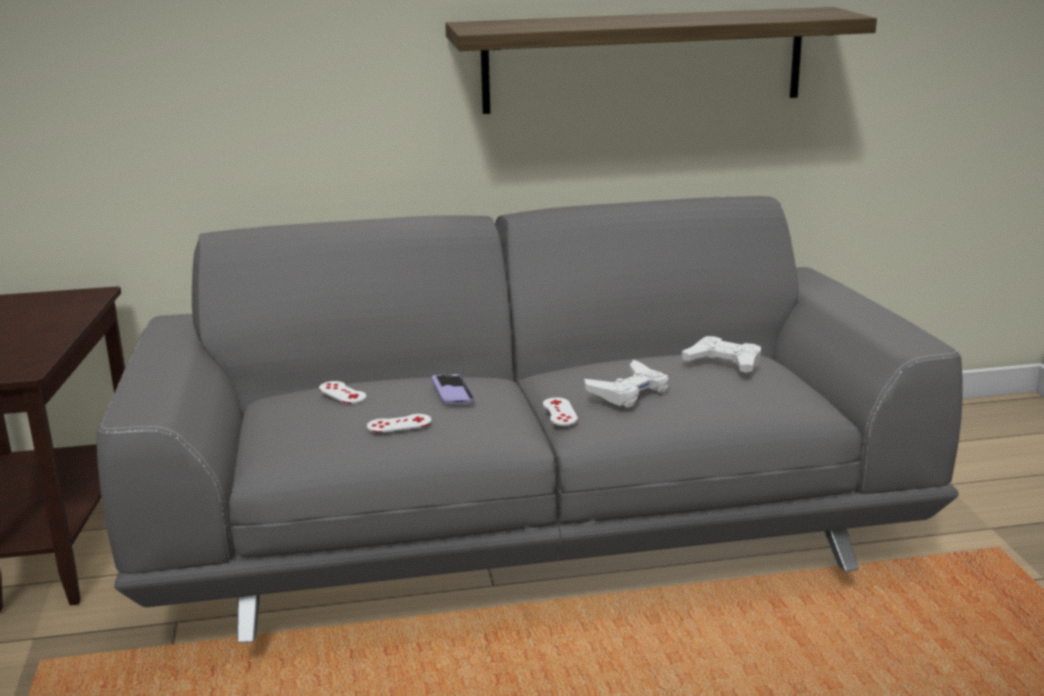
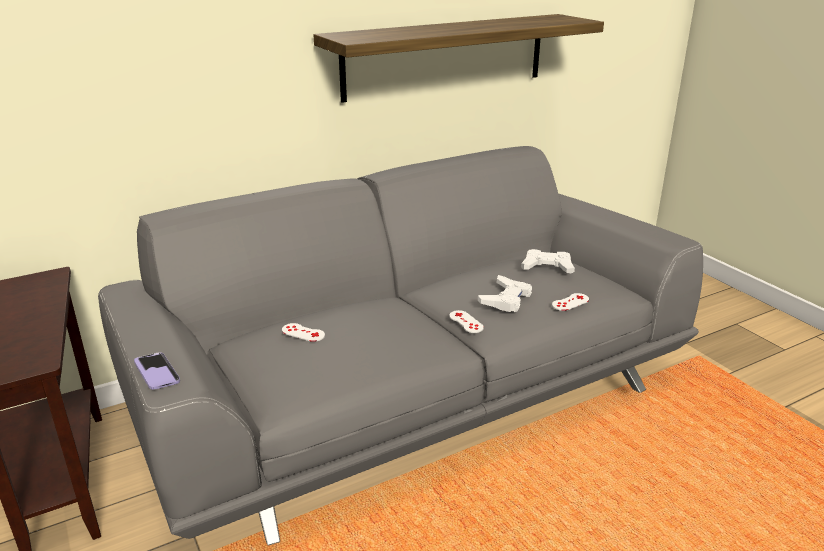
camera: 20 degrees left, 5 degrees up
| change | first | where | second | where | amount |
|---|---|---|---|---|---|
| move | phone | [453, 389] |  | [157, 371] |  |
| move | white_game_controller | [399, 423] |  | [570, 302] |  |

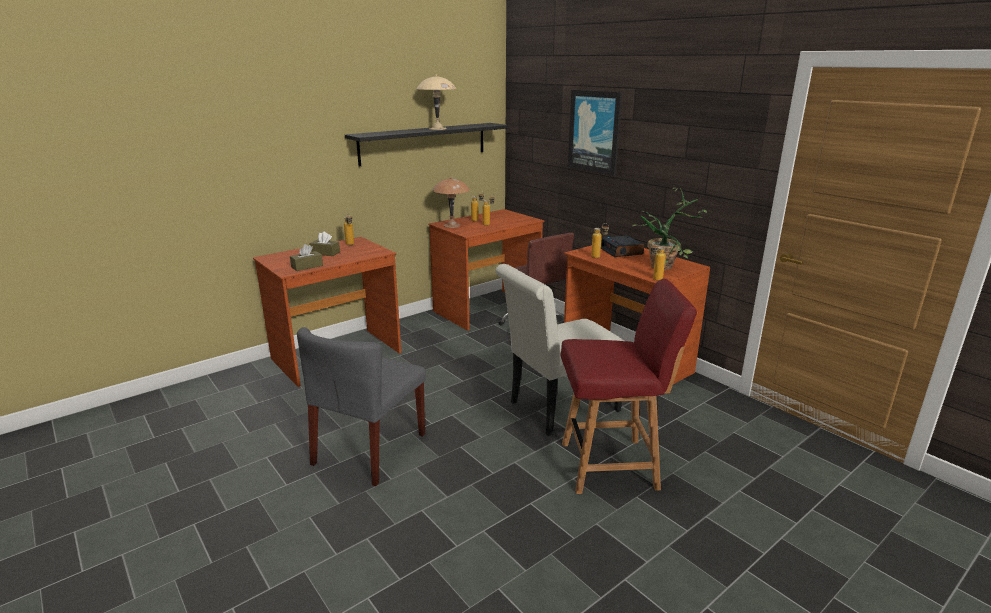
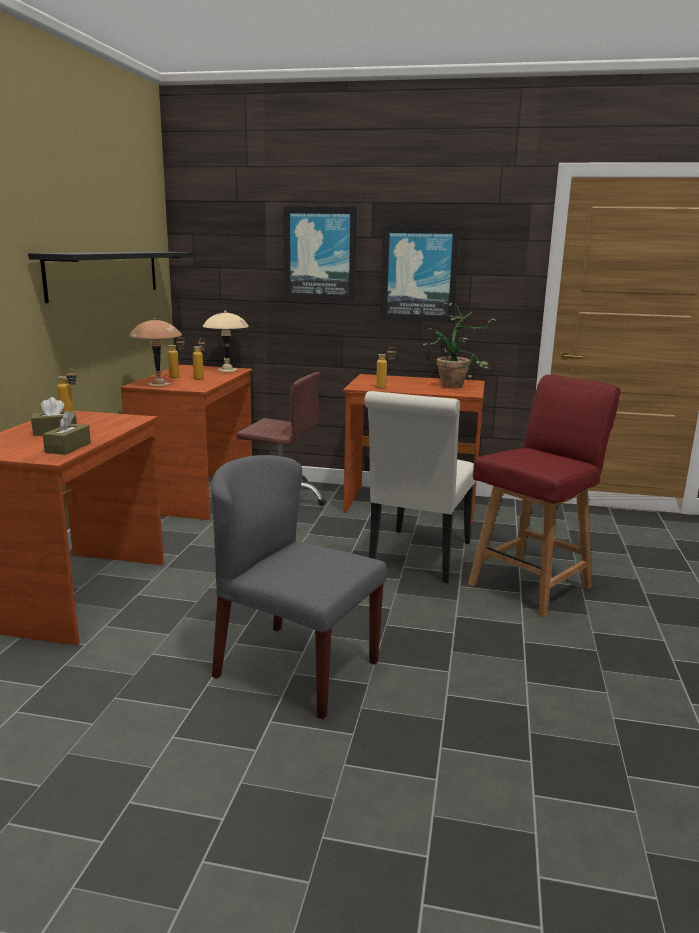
camera: 40 degrees left, 5 degrees down
| change | first | where | second | where | amount |
|---|---|---|---|---|---|
| move | beige_table_lamp | [436, 102] |  | [226, 341] |  |
| delete | alarm_clock | [622, 246] |  |  |  |
| delete | bottle | [658, 261] |  |  |  |
| rotate | grey_chair | [361, 406] |  | [299, 587] | 135 degrees clockwise |
| insert |  |  | picture | [420, 274] |  |

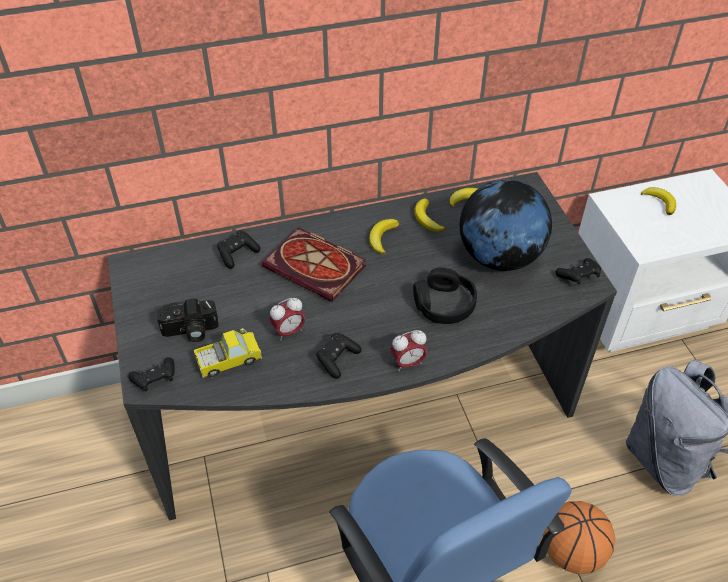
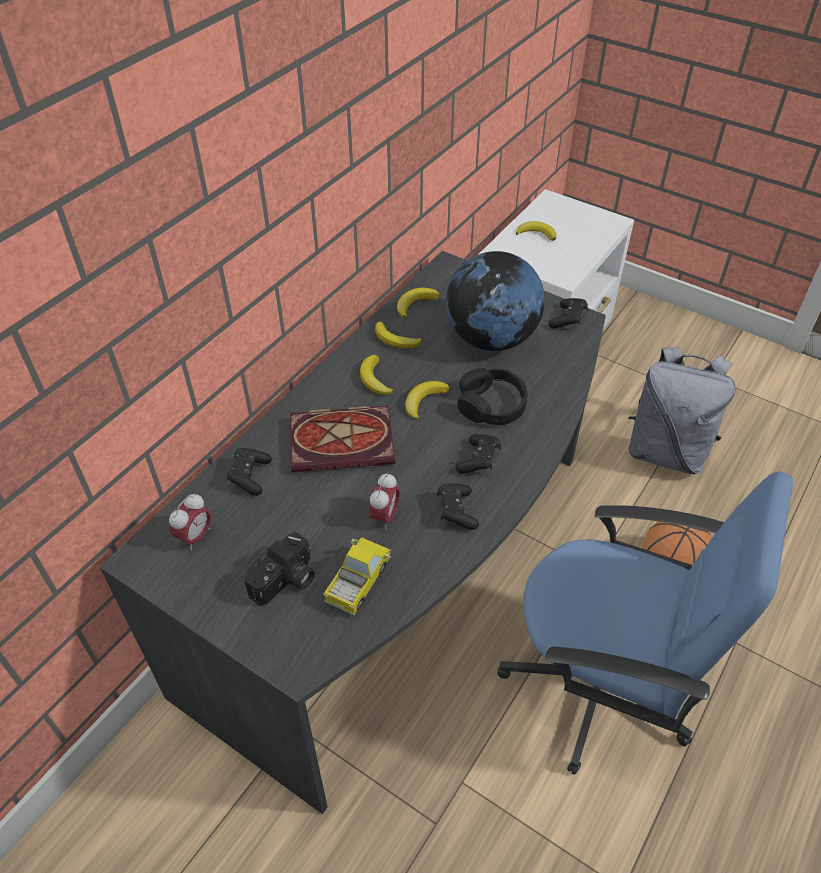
camera: 40 degrees left, 0 degrees up
| change | first | where | second | where | amount |
|---|---|---|---|---|---|
| move | alarm_clock | [409, 350] |  | [190, 521] |  |
| move | black_game_controller | [151, 374] |  | [478, 454] |  |
| insert |  |  | banana | [427, 401] |  |

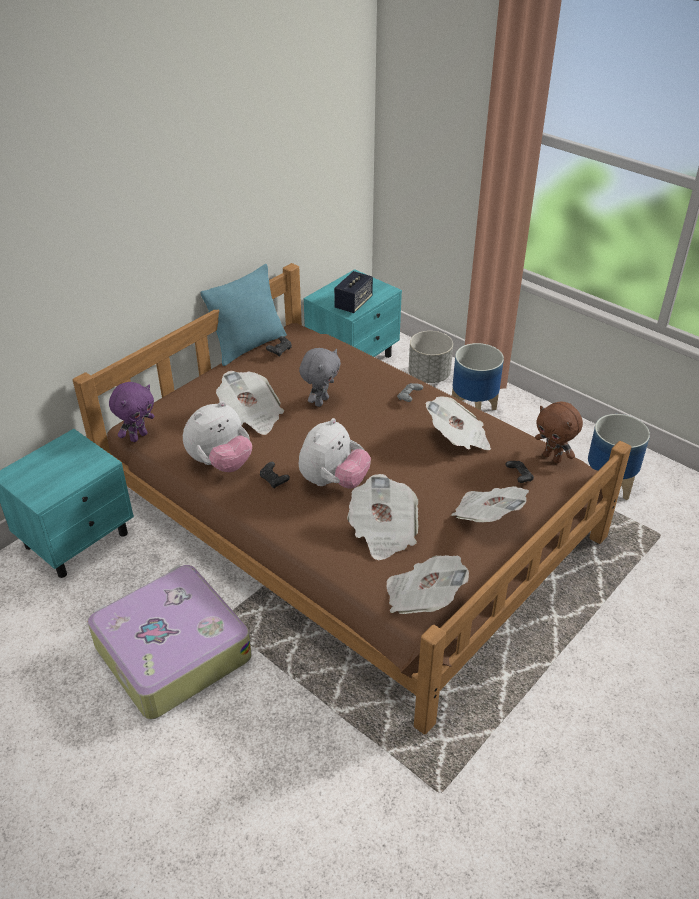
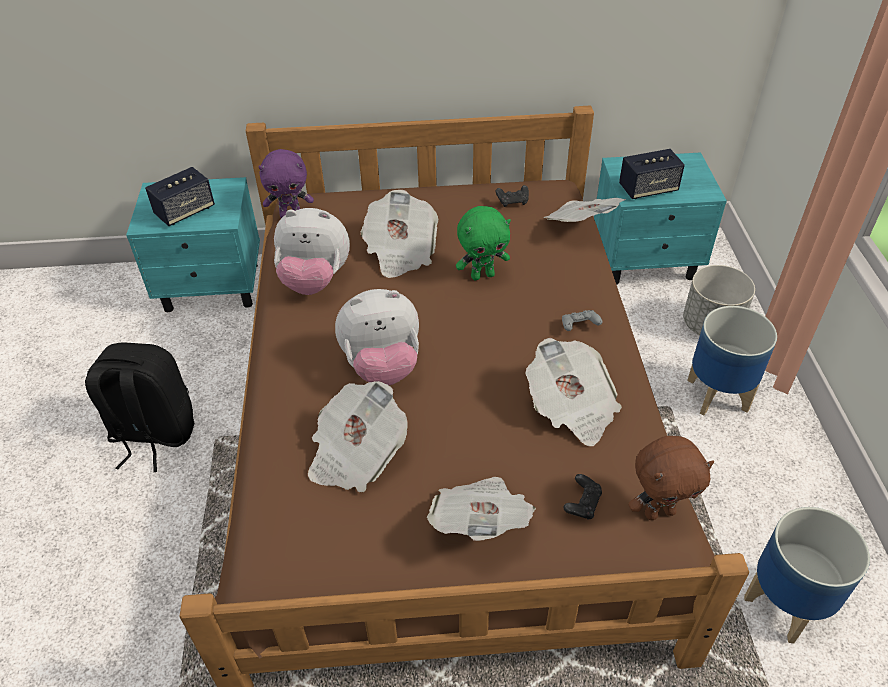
camera: 45 degrees right, 5 degrees up
| change | first | where | second | where | amount |
|---|---|---|---|---|---|
| delete | turquoise_pillow | [244, 315] |  |  |  |
| recolor | grey_plush_toy | [320, 377] | green_plush_toy | [483, 243] |  |
| rotate | brown_plush_toy | [559, 432] |  | [671, 478] | 105 degrees counterclockwise |
| delete | black_game_controller | [275, 475] |  |  |  |
| move | newspaper | [427, 584] |  | [584, 210] |  |
| replace | suitcase | [169, 642] | black_backpack | [140, 407] |  |
| insert |  |  | speaker | [180, 196] |  |

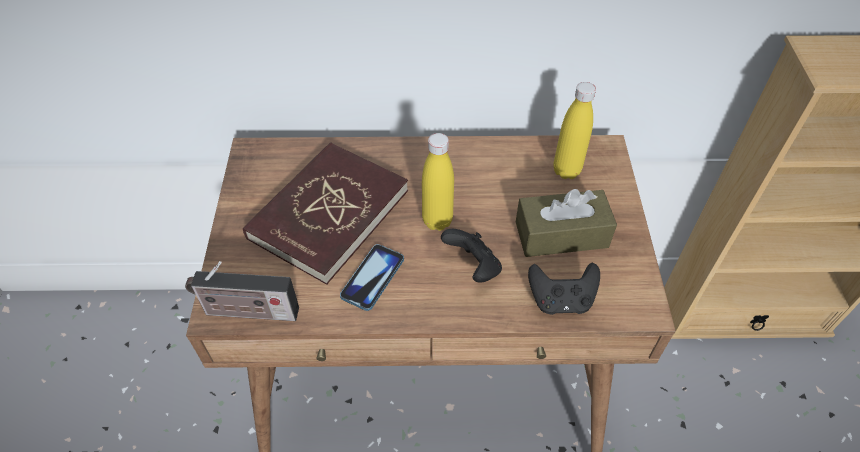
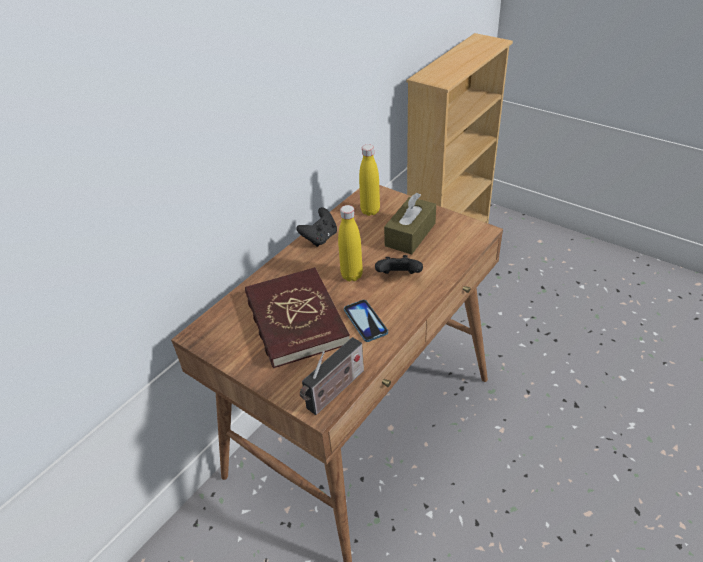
camera: 50 degrees left, 10 degrees down
| change | first | where | second | where | amount |
|---|---|---|---|---|---|
| move | black_game_controller | [564, 289] |  | [316, 227] |  |

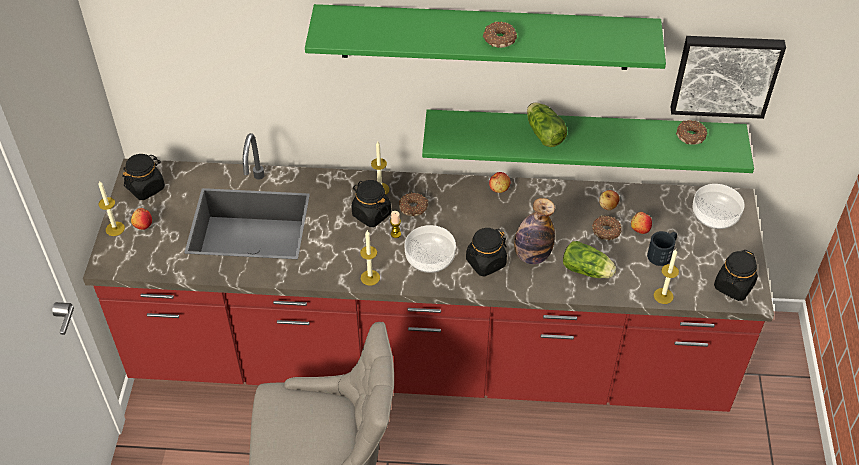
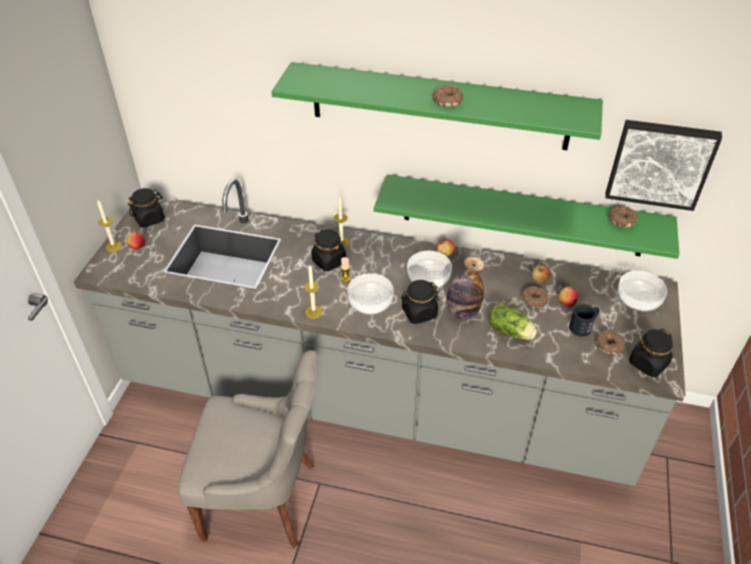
camera: 10 degrees right, 5 degrees down
| change | first | where | second | where | amount |
|---|---|---|---|---|---|
| delete | lettuce | [547, 124] |  |  |  |
| recolor | red_counter | [428, 272] | grey_counter | [380, 332] |  |
| move | donut | [413, 204] |  | [610, 342] |  |
| delete | candle | [666, 276] |  |  |  |
| insert |  |  | bowl | [429, 270] |  |

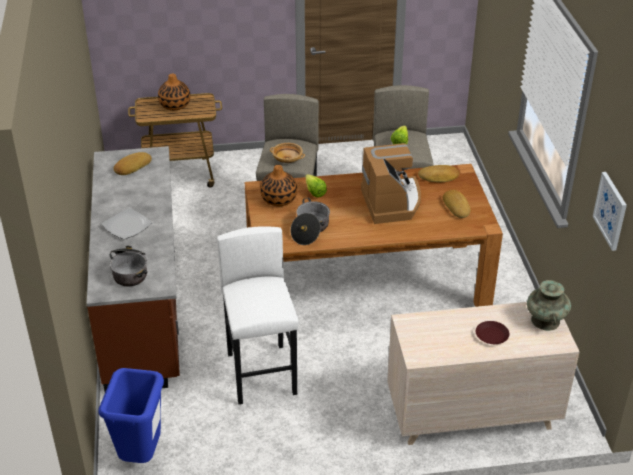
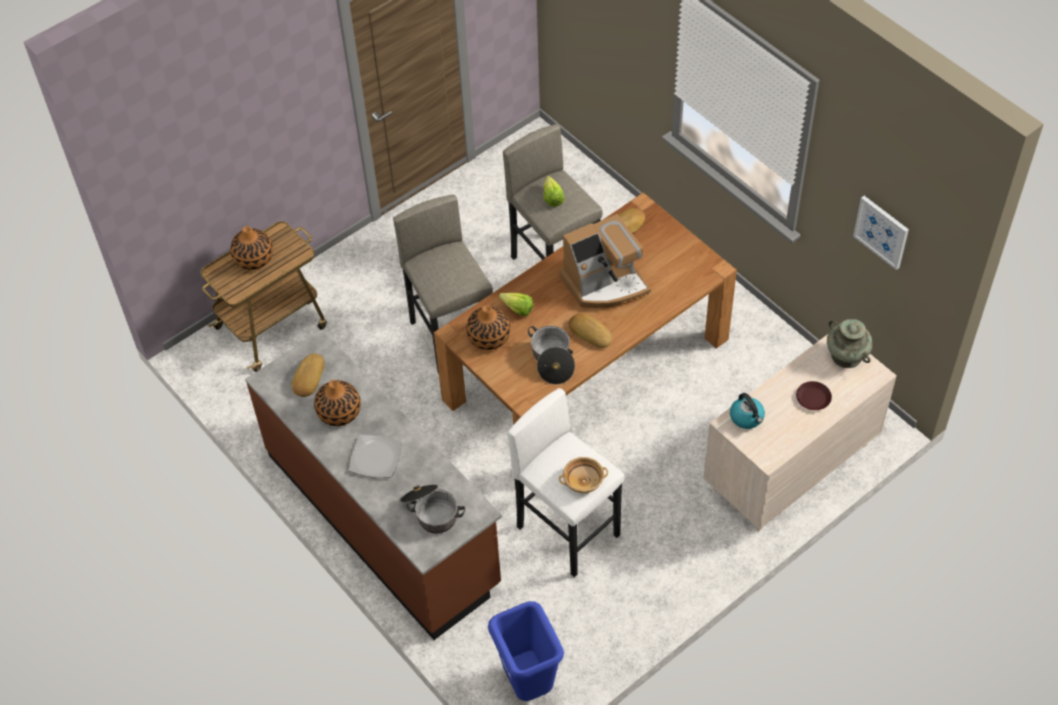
camera: 30 degrees left, 15 degrees up
| change | first | where | second | where | amount |
|---|---|---|---|---|---|
| move | beige_bowl | [287, 153] |  | [583, 475] |  |
| rotate | coffee_machine | [391, 183] |  | [605, 261] | 105 degrees clockwise |
| move | bread | [457, 204] |  | [590, 330] |  |
| insert |  |  | vase | [337, 403] |  |
| insert |  |  | kettle | [747, 411] |  |

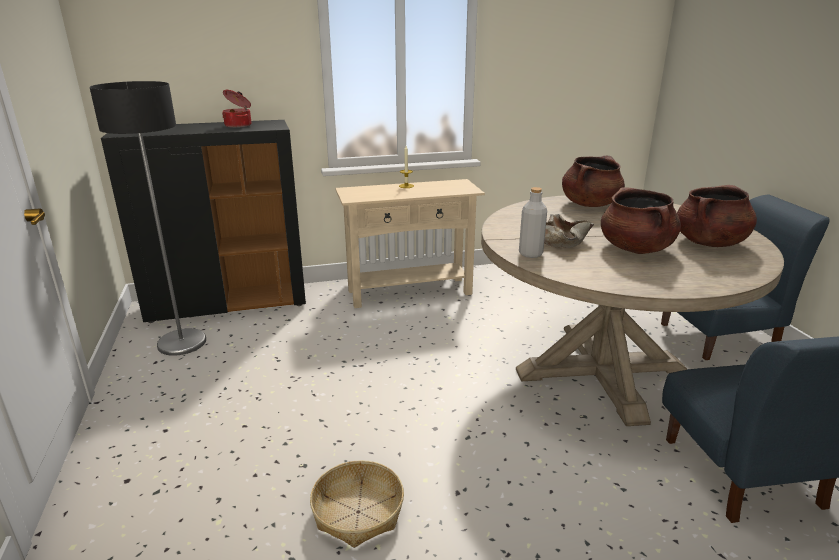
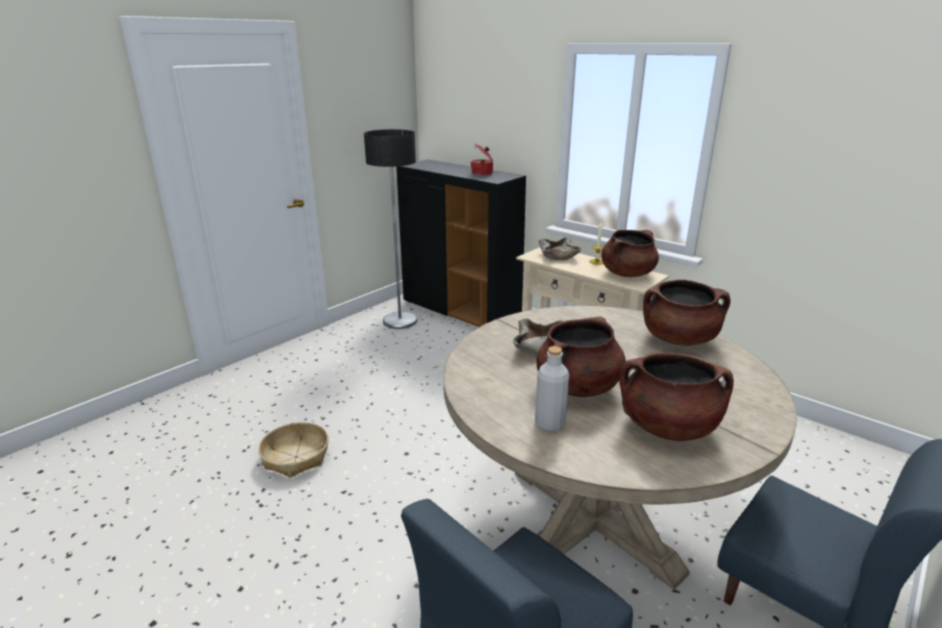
camera: 55 degrees right, 0 degrees up
| change | first | where | second | where | amount |
|---|---|---|---|---|---|
| move | grey_bottle | [533, 222] |  | [552, 389] |  |
| insert |  |  | brown_cooking_pot | [630, 253] |  |
| insert |  |  | beige_bowl | [560, 249] |  |

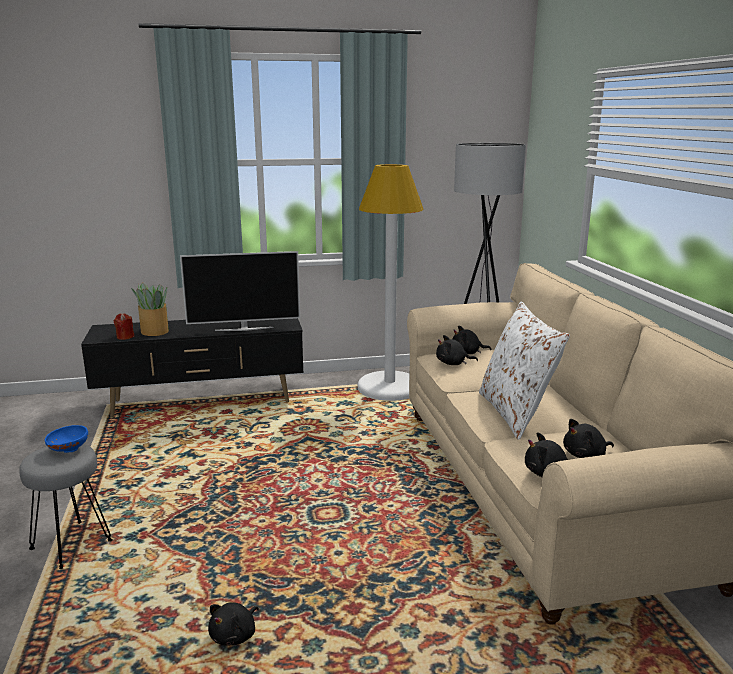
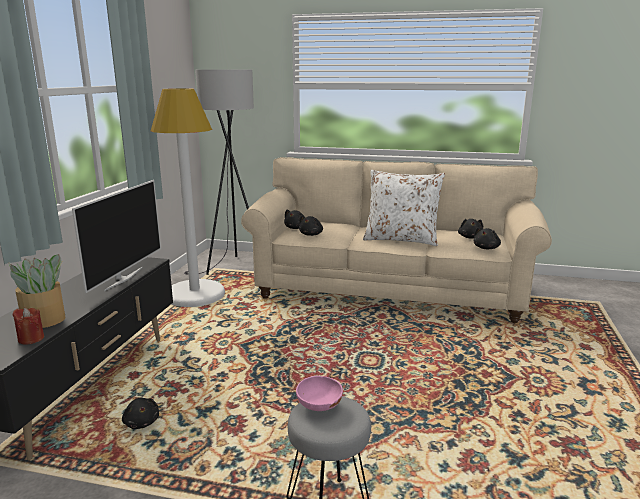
camera: 65 degrees left, 0 degrees up
| change | first | where | second | where | amount |
|---|---|---|---|---|---|
| recolor | blue_bowl | [66, 439] | pink_bowl | [319, 393] |  |
| move | black_plush_toy | [233, 624] |  | [140, 413] |  |

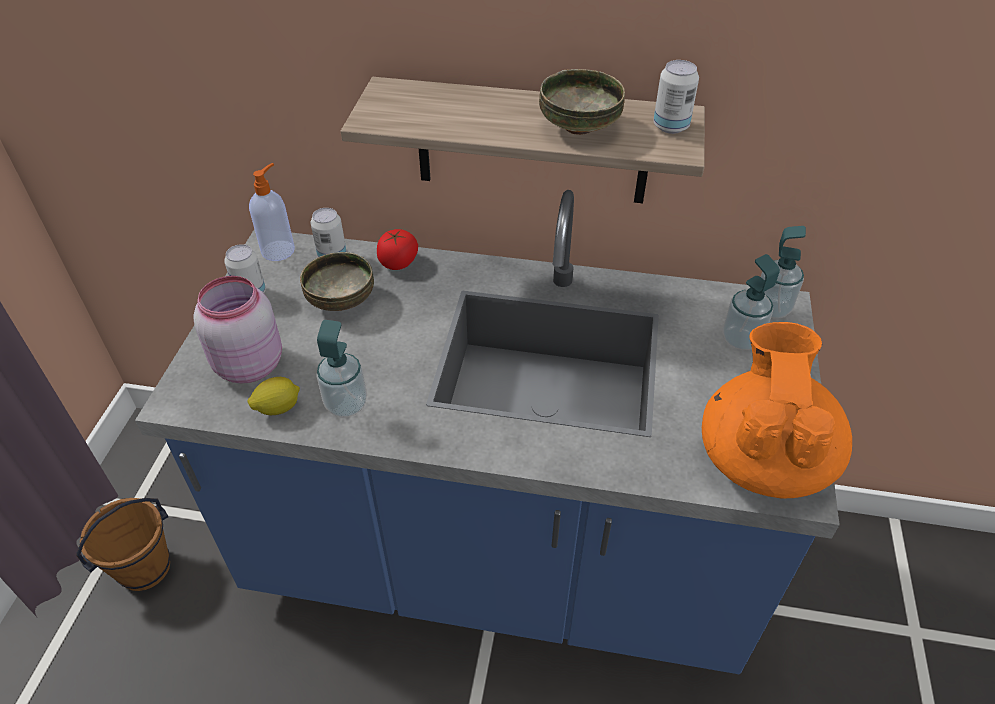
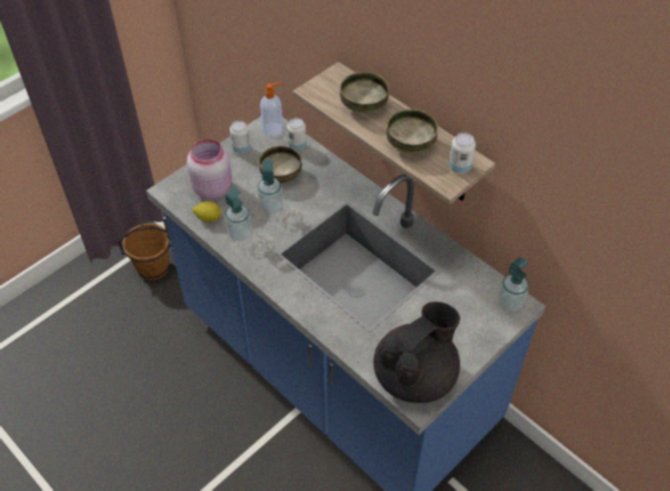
camera: 35 degrees right, 5 degrees up
| change | first | where | second | where | amount |
|---|---|---|---|---|---|
| delete | tomato | [397, 249] |  |  |  |
| move | soap_dispenser | [751, 302] |  | [270, 186] |  |
| recolor | orange_teapot | [777, 410] | black_teapot | [416, 352] |  |
| insert |  |  | bowl | [364, 92] |  |

